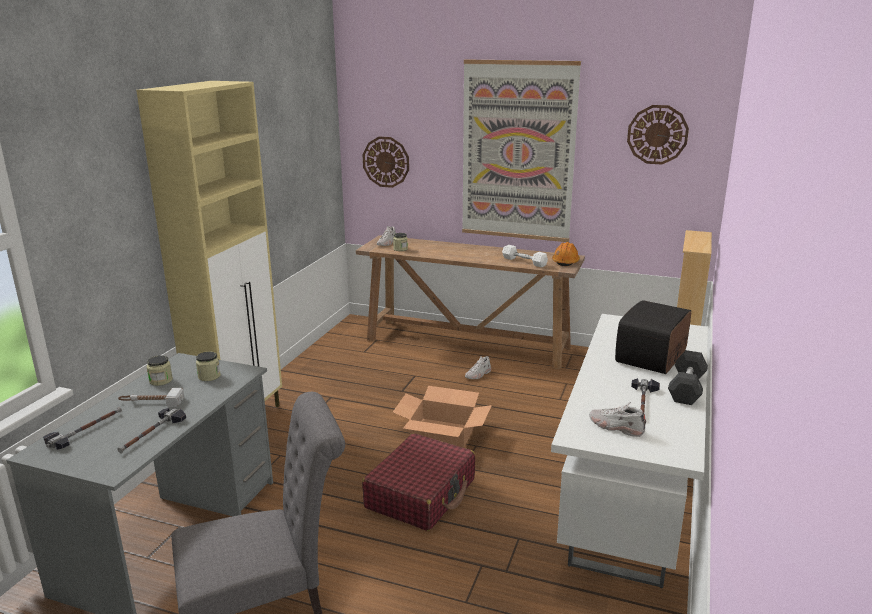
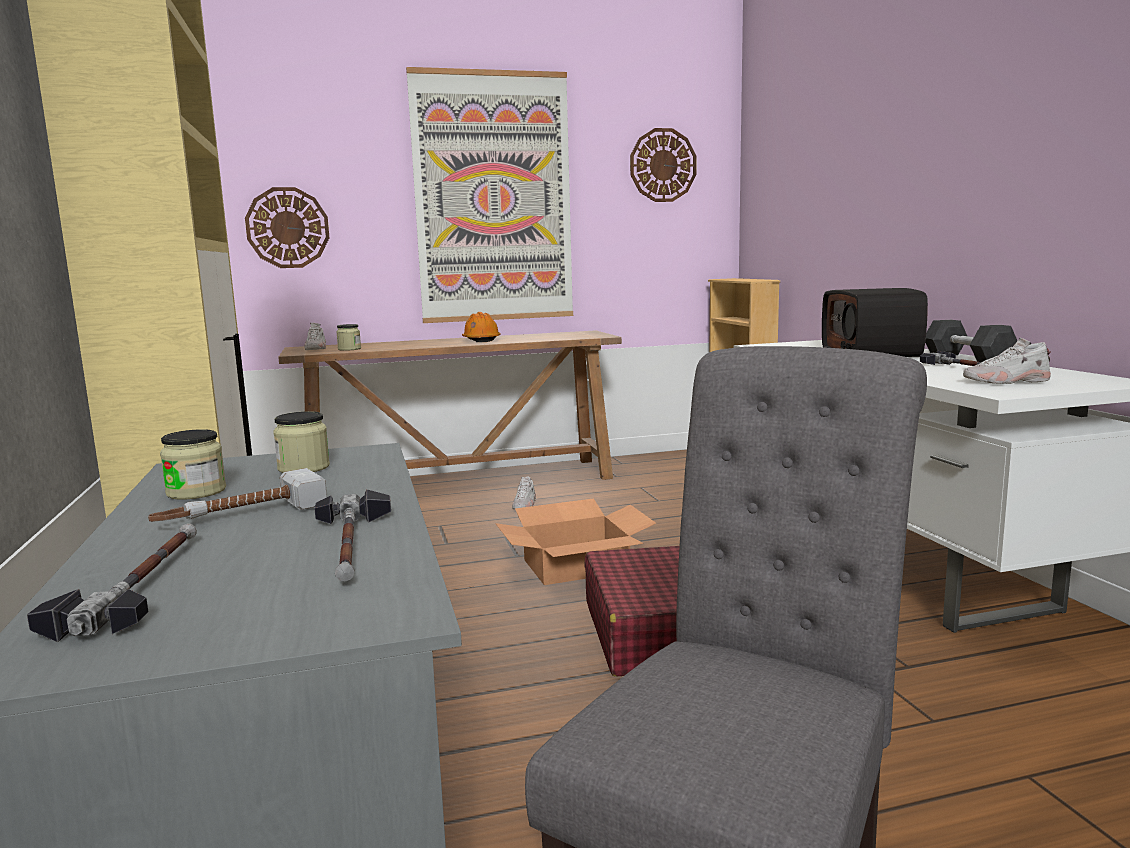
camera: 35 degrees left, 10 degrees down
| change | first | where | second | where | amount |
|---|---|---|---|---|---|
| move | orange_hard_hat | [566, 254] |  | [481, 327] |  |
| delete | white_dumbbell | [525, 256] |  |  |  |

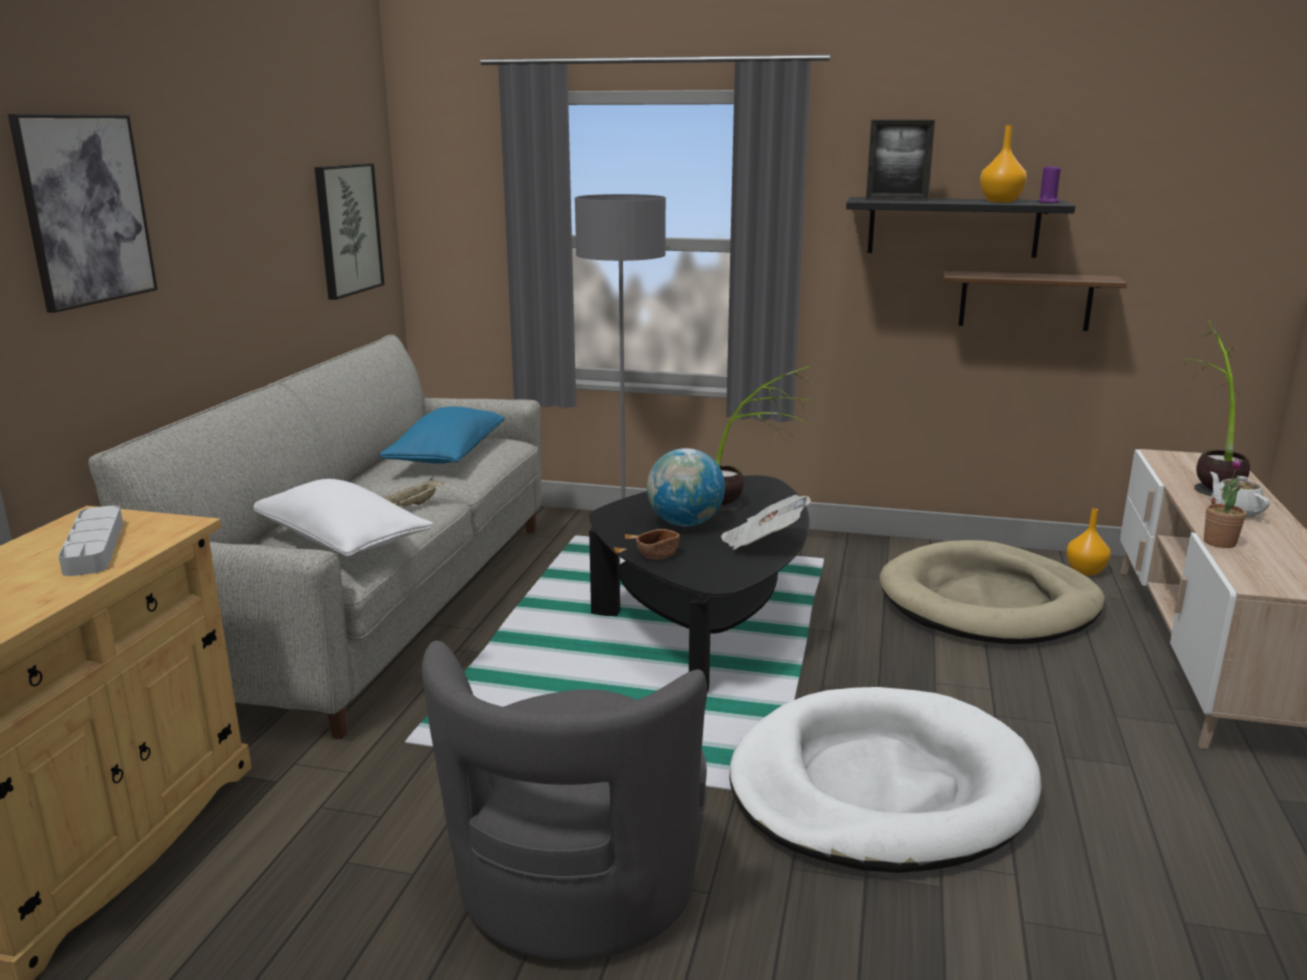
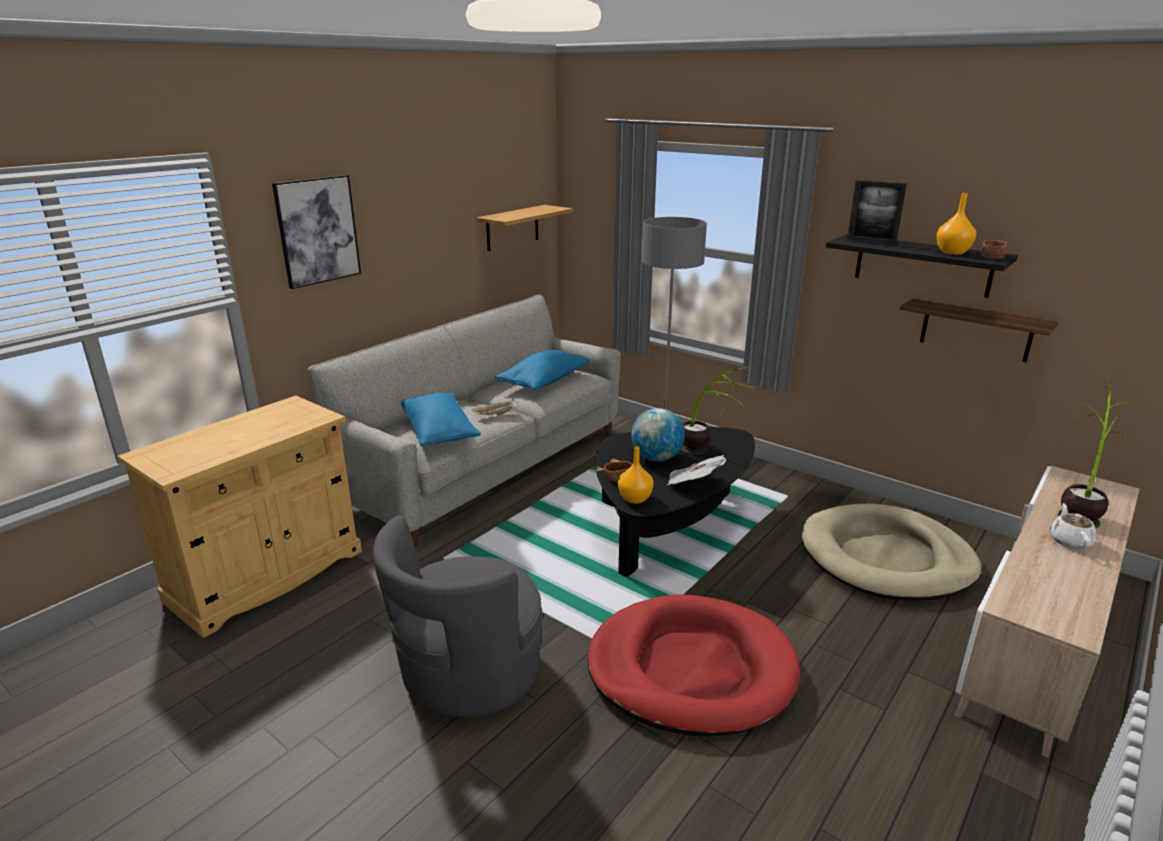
camera: 25 degrees right, 5 degrees up
| change | first | where | second | where | amount |
|---|---|---|---|---|---|
| replace | picture | [349, 231] | shelf | [524, 228] |  |
| replace | purple_candle | [1049, 184] | brown_bowl | [993, 249] |  |
| delete | potted_plant | [1225, 503] |  |  |  |
| recolor | white_pillow | [343, 518] | blue_pillow | [441, 420] |  |
| delete | grey_tray | [90, 541] |  |  |  |
| move | orange_vase | [1088, 541] |  | [636, 475] |  |
| recolor | white_dog_bed | [885, 780] | red_dog_bed | [693, 665] |  |

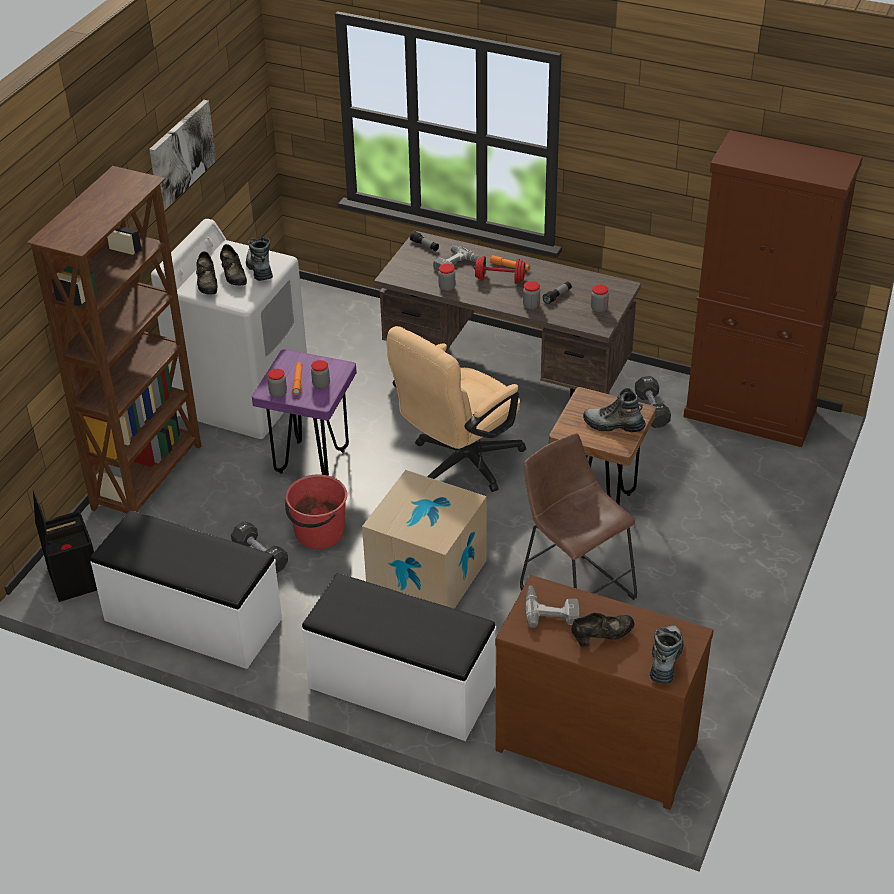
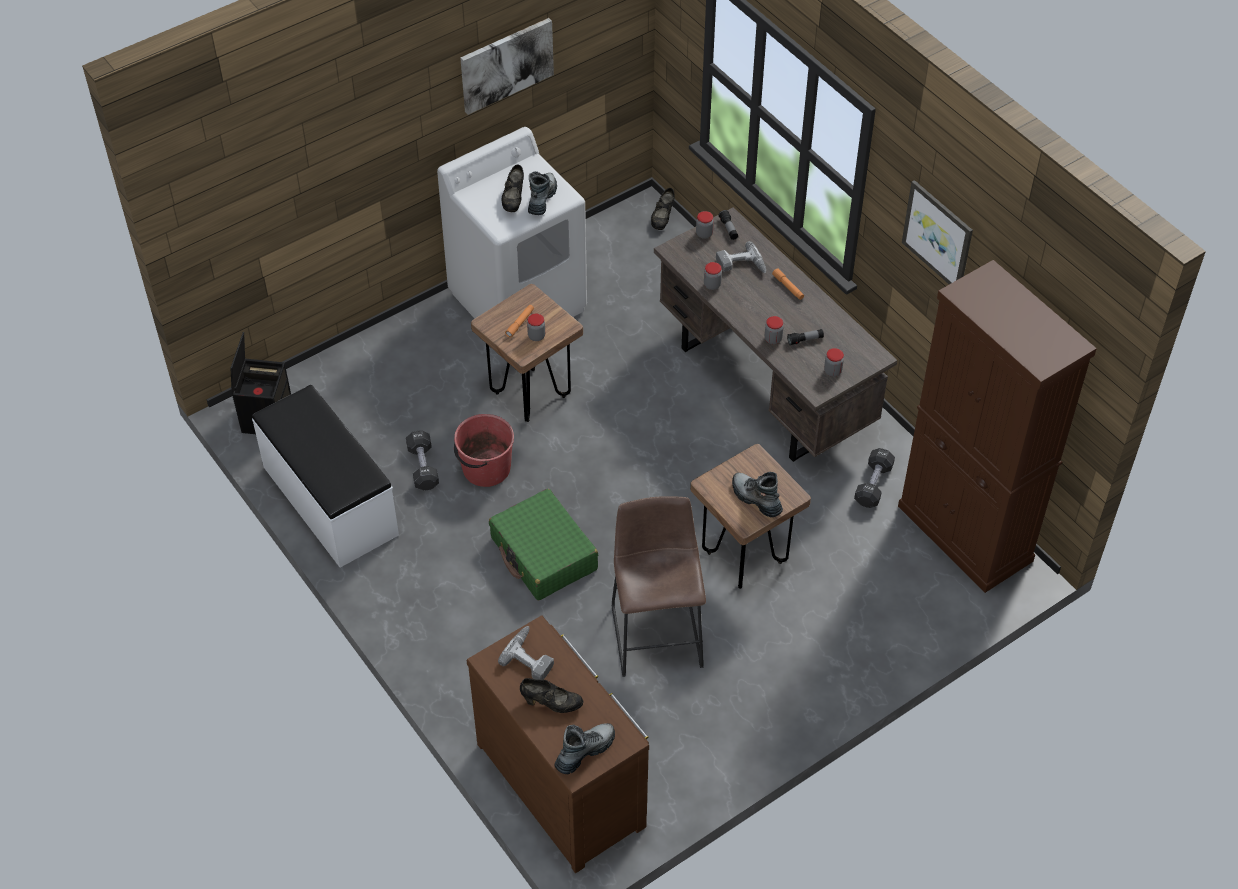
camera: 30 degrees right, 10 degrees up
| change | first | where | second | where | amount |
|---|---|---|---|---|---|
| delete | brown_bookcase | [114, 339] |  |  |  |
| move | black_shoe | [207, 273] |  | [663, 209] |  |
| delete | red_dumbbell | [500, 269] |  |  |  |
| delete | beige_office_chair | [456, 409] |  |  |  |
| recolor | purple_stool | [304, 412] | brown_stool | [527, 353] |  |
| move | jar | [277, 383] |  | [705, 225] |  |
| replace | cardboard_box | [424, 539] | green_suitcase | [543, 544] |  |
| delete | white_bench | [399, 657] |  |  |  |
| insert |  |  | picture | [937, 232] |  |

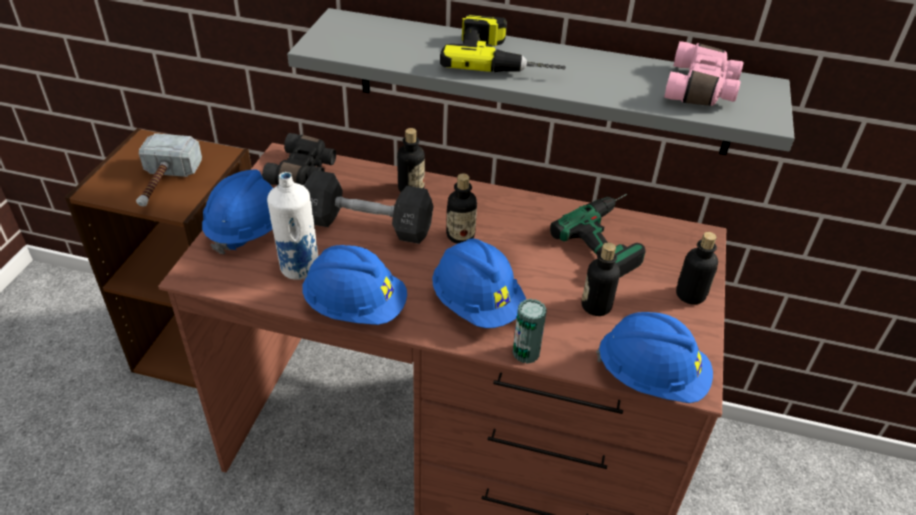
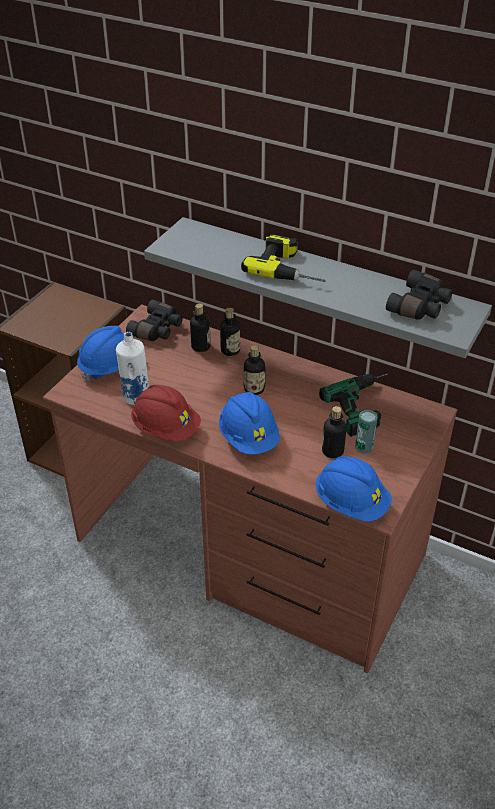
camera: 15 degrees right, 0 degrees up
| change | first | where | second | where | amount |
|---|---|---|---|---|---|
| recolor | pink_binoculars | [704, 73] | black_binoculars | [419, 295] |  |
| delete | hammer | [169, 170] |  |  |  |
| delete | black_dumbbell | [368, 207] |  |  |  |
| move | bottle | [697, 268] |  | [200, 328] |  |
| recolor | blue_hard_hat | [354, 285] | red_hard_hat | [166, 413] |  |
| move | can | [530, 331] |  | [366, 432] |  |

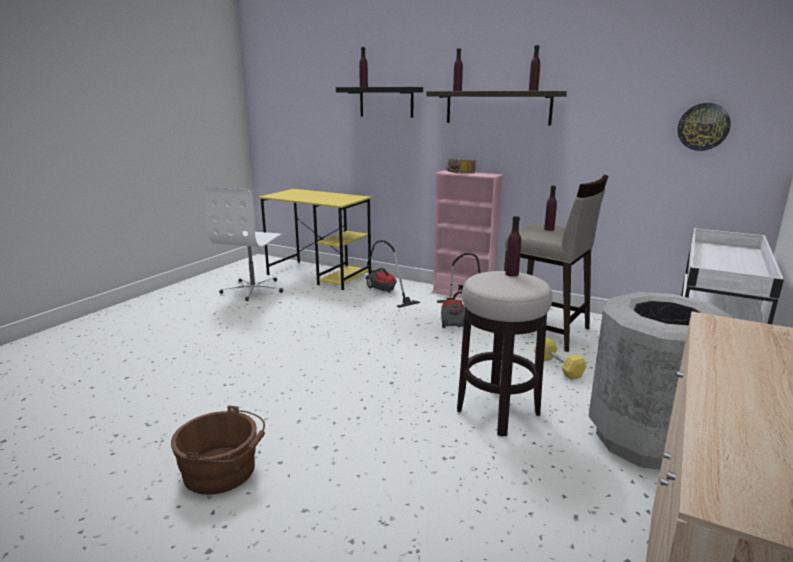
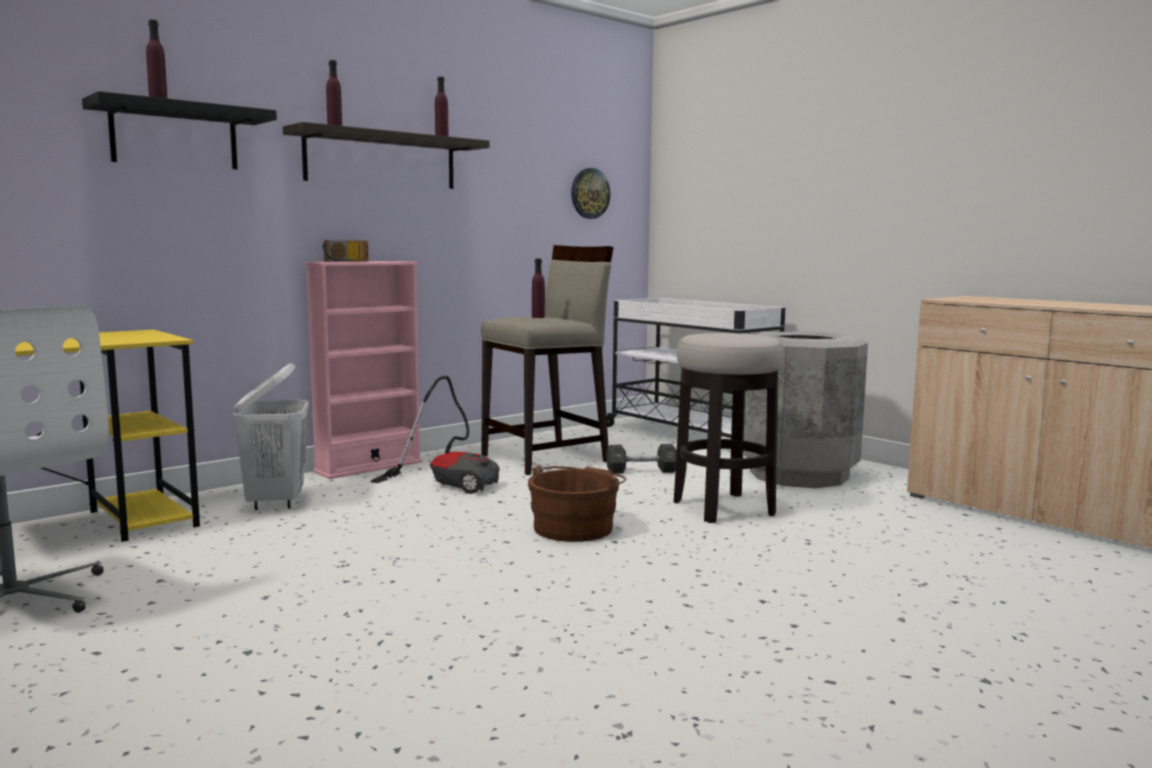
camera: 70 degrees left, 10 degrees down
| change | first | where | second | where | amount |
|---|---|---|---|---|---|
| delete | purple_bottle | [513, 246] |  |  |  |
| replace | vacuum_cleaner | [392, 274] | white_laundry_basket | [271, 436] |  |
| recolor | yellow_dumbbell | [560, 359] | black_dumbbell | [641, 459] |  |
| move | brown_bucket | [218, 450] |  | [577, 504] |  |

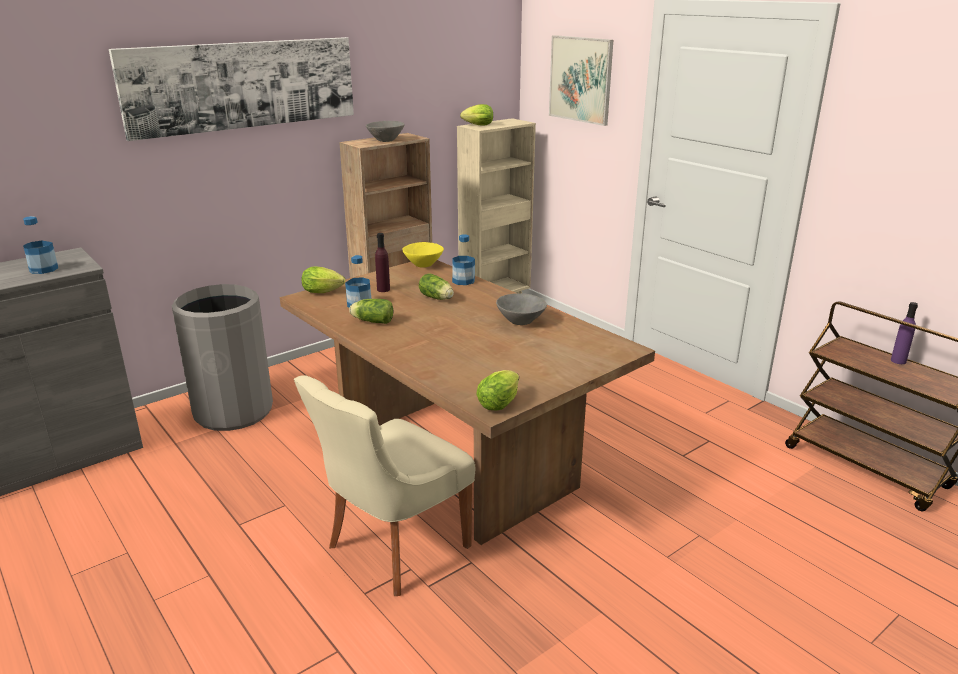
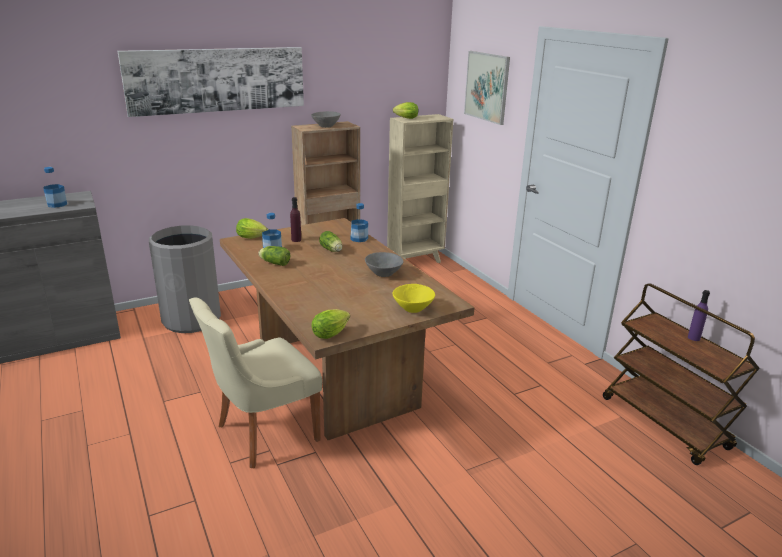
camera: 10 degrees right, 0 degrees up
| change | first | where | second | where | amount |
|---|---|---|---|---|---|
| move | yellow_bowl | [423, 255] |  | [414, 298] |  |

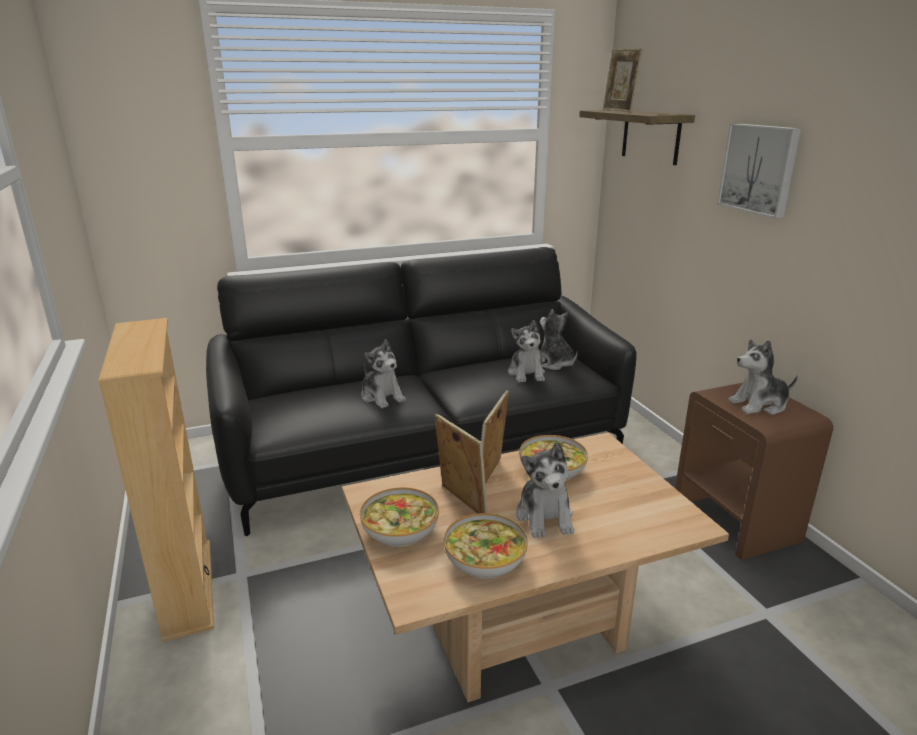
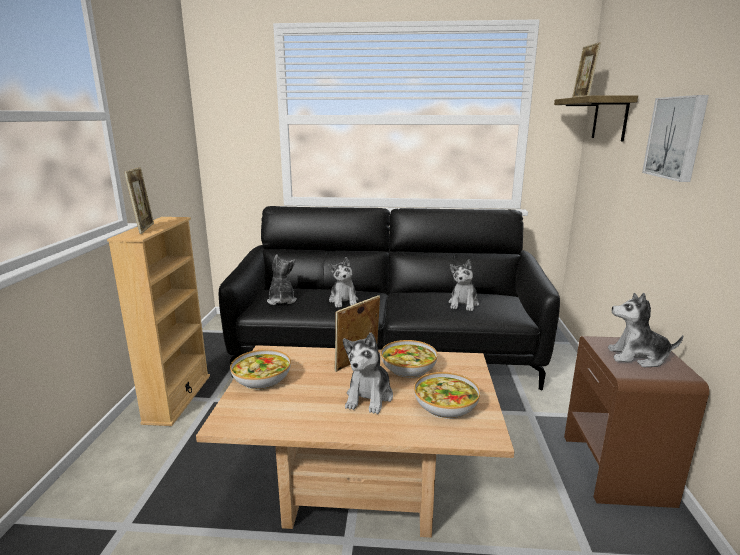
camera: 25 degrees right, 5 degrees down
| change | first | where | second | where | amount |
|---|---|---|---|---|---|
| move | plush_toy | [558, 339] |  | [282, 279] |  |
| move | picture_frame | [461, 463] |  | [139, 200] |  |
| move | bowl | [486, 546] |  | [447, 395] |  |

